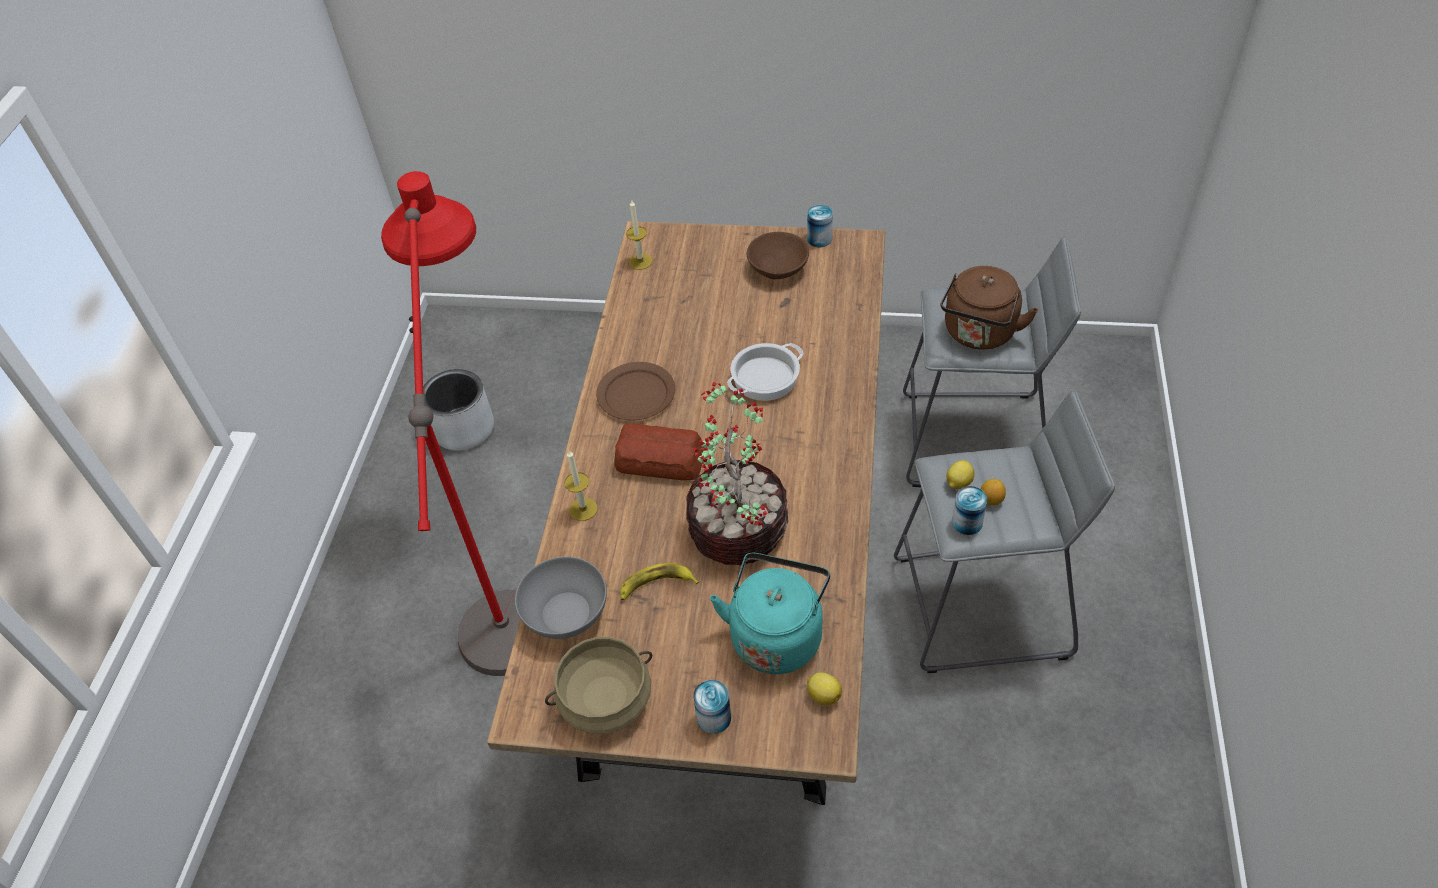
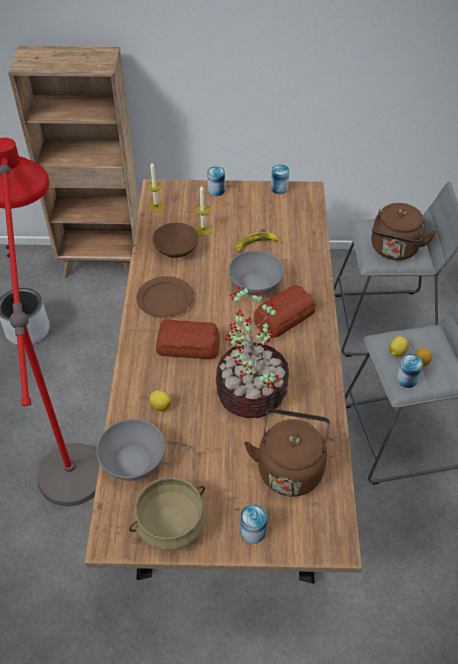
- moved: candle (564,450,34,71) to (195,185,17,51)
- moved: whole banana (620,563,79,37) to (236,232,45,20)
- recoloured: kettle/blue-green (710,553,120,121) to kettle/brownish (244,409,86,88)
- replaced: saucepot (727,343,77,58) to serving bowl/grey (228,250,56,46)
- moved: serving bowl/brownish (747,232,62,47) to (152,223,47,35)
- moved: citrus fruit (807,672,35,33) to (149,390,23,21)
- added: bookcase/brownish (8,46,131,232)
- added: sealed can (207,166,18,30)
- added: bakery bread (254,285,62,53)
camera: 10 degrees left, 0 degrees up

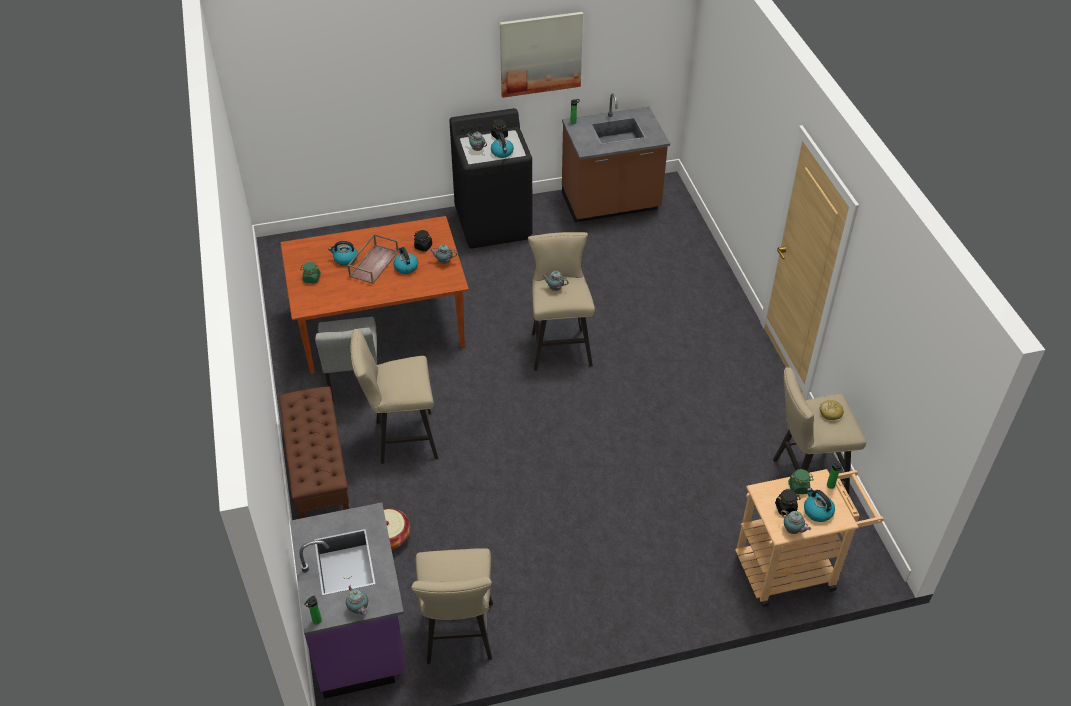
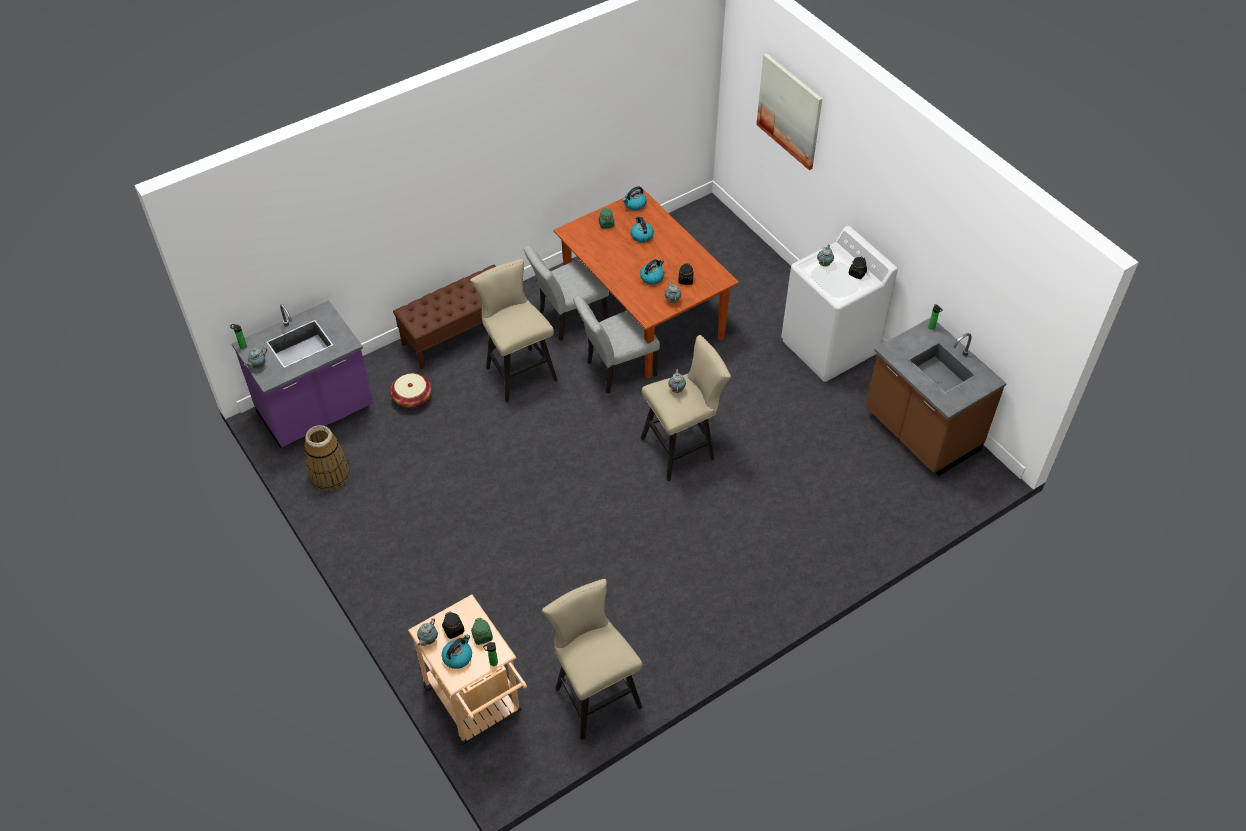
- removed: tray/brownish (347,234,52,50)
- replaced: sitting stool/sand-coloured (411,548,82,116) to basket (304,425,46,66)
- recoloured: washing machine/blackish (449,108,83,141) to washing machine/whitish (781,226,117,156)
- moved: kettle (491,133,23,25) to (623,186,24,25)
- moved: wall picture (500,12,83,86) to (756,53,66,117)
- removed: bakery bread (819,400,25,20)
- added: upright chair/grey (573,296,87,98)
camera: 70 degrees right, 5 degrees up

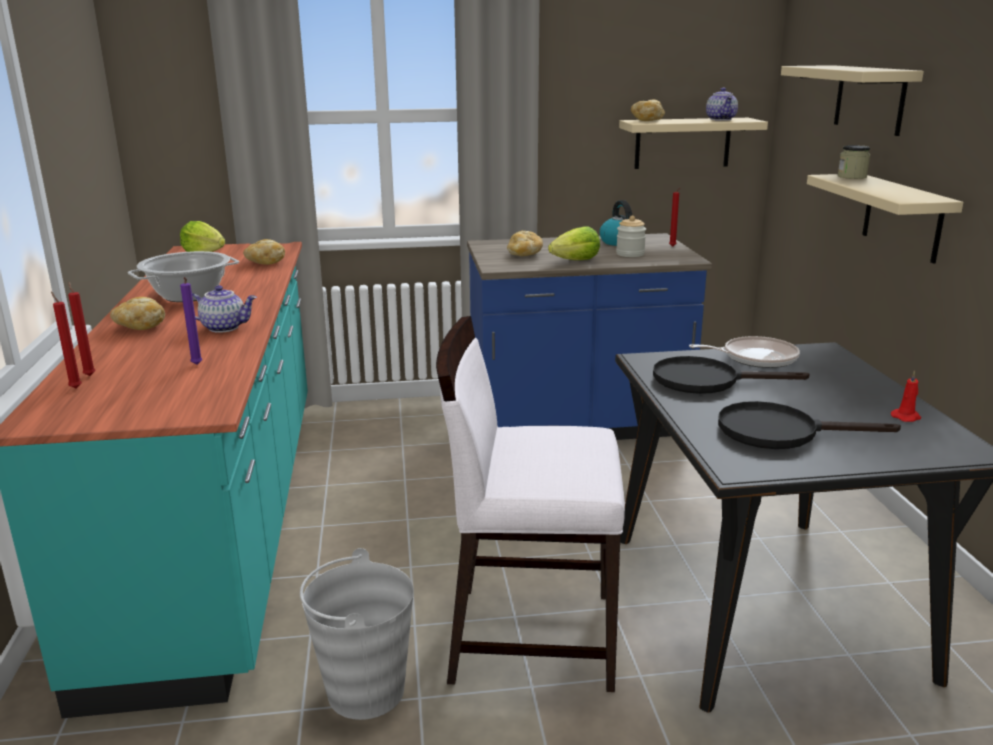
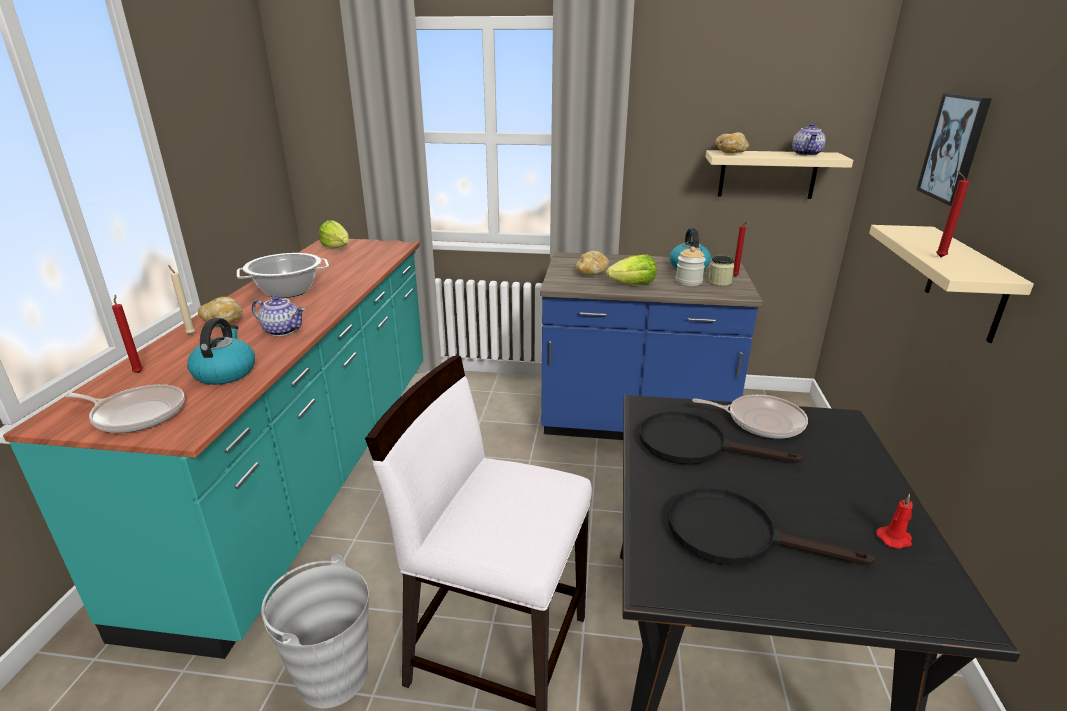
- moved: candle/reddish (51,291,31,98) to (936,171,33,86)
- replaced: candle/purplish (180,277,23,88) to kettle (187,318,68,67)
- removed: bakery bread (243,239,42,26)
- replaced: shelf/sand-coloured (781,65,143,71) to wall picture (916,93,76,113)
- moved: jar (838,145,32,34) to (708,256,27,30)
- added: frying pan (64,384,121,49)
- added: candle/sand-coloured (168,265,27,69)
camera: 15 degrees right, 5 degrees up

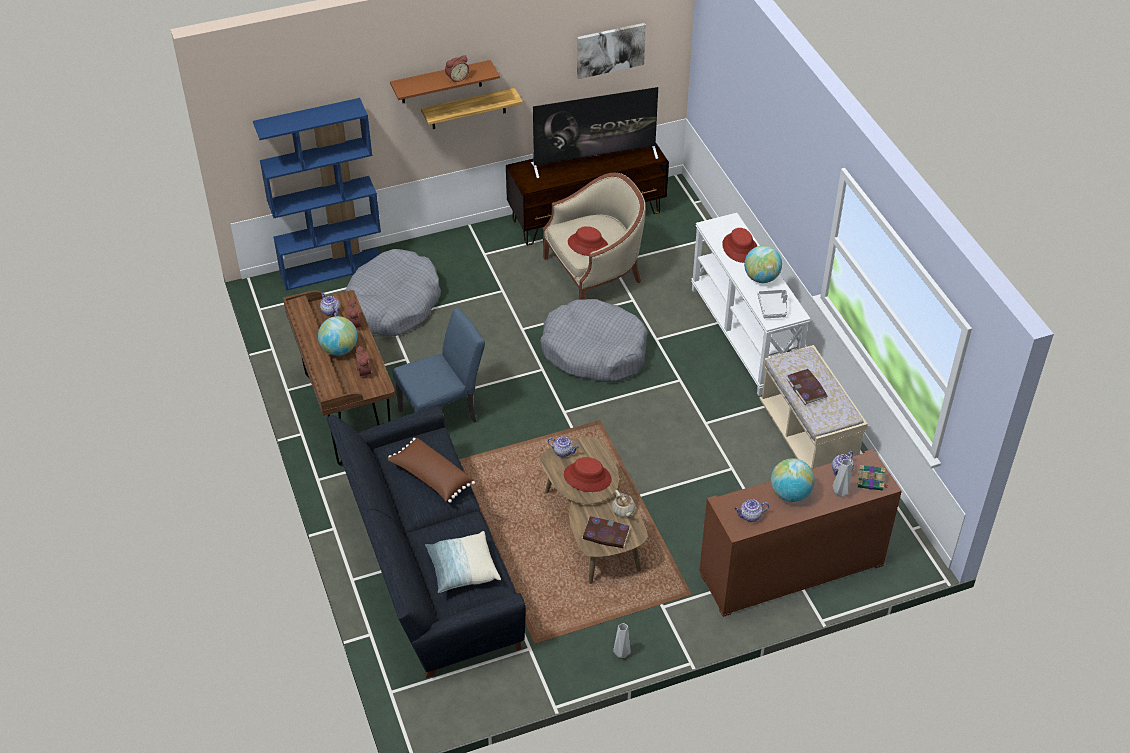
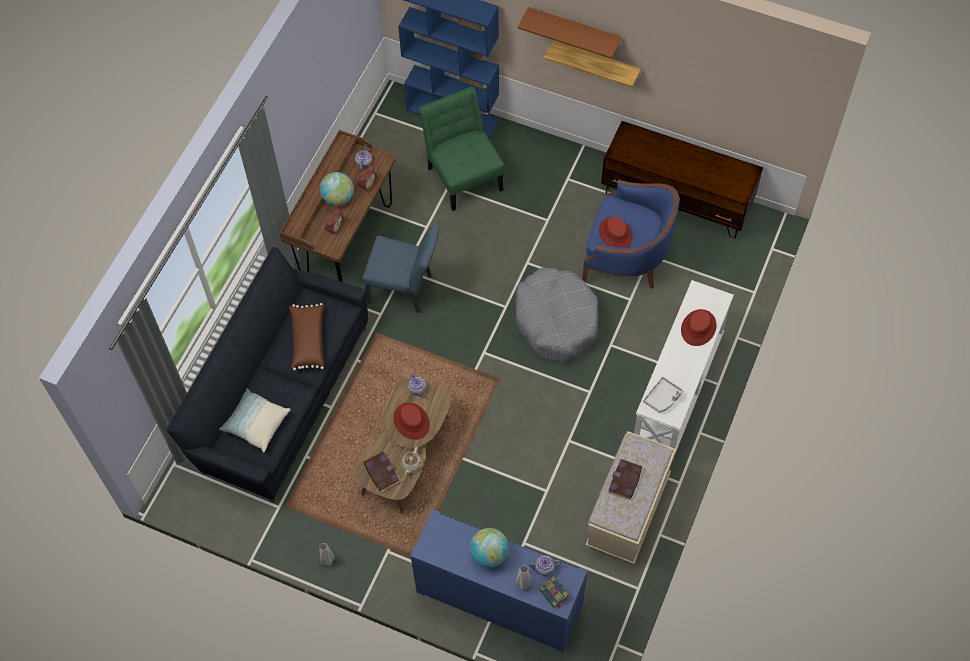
- replaced: dog cushion/grey (345,249,96,87) to upright chair/greenish (419,87,85,124)
- removed: alarm clock (445,55,24,27)
- removed: TV set (531,87,127,91)
- recoloured: armchair/sand-coloured (543,173,102,127) to armchair/blue (582,180,97,109)
- removed: wall picture (577,23,69,56)
- recoloured: cabinet/brownish (699,449,203,168) to cabinet/blue (411,509,176,144)
- removed: pot for tea (734,499,35,23)
- removed: desk globe (744,246,38,37)
camera: 45 degrees right, 15 degrees up

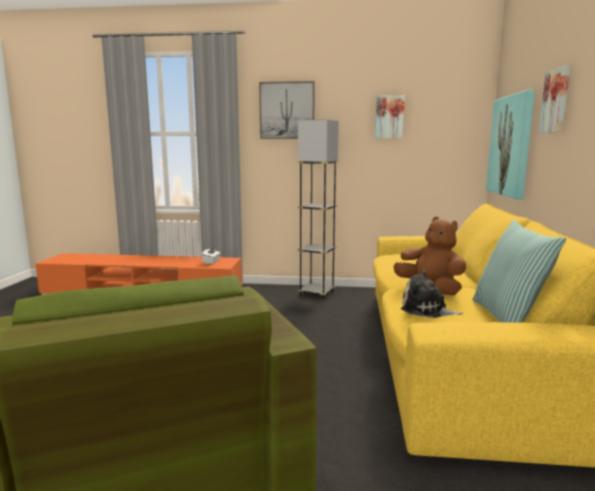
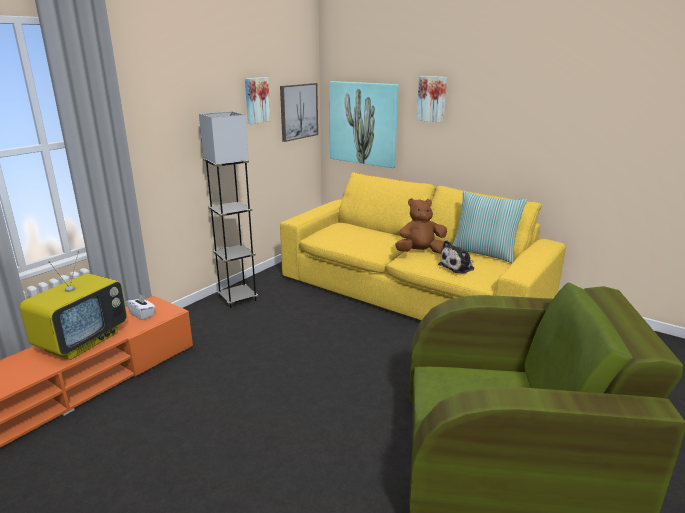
- moved: wall picture (259,81,56,58) to (280,83,38,59)
- added: TV set (19,251,108,109)
camera: 60 degrees left, 10 degrees up

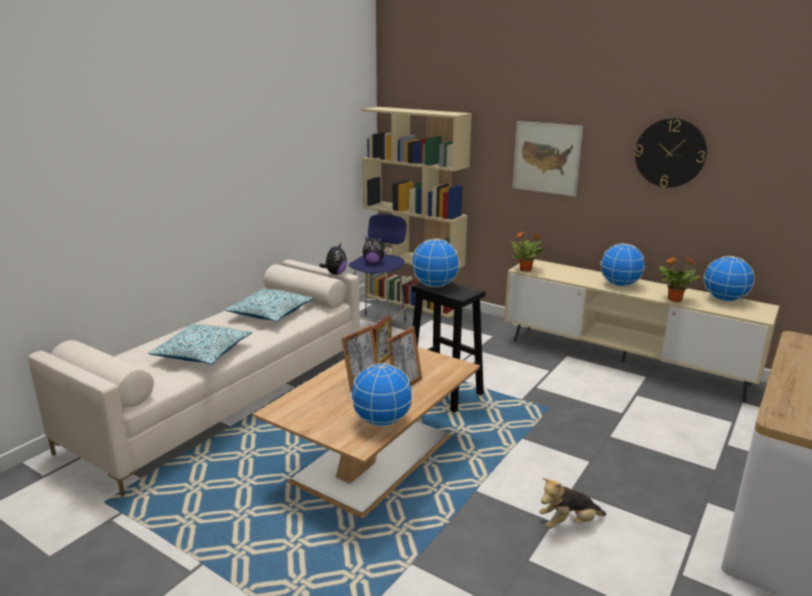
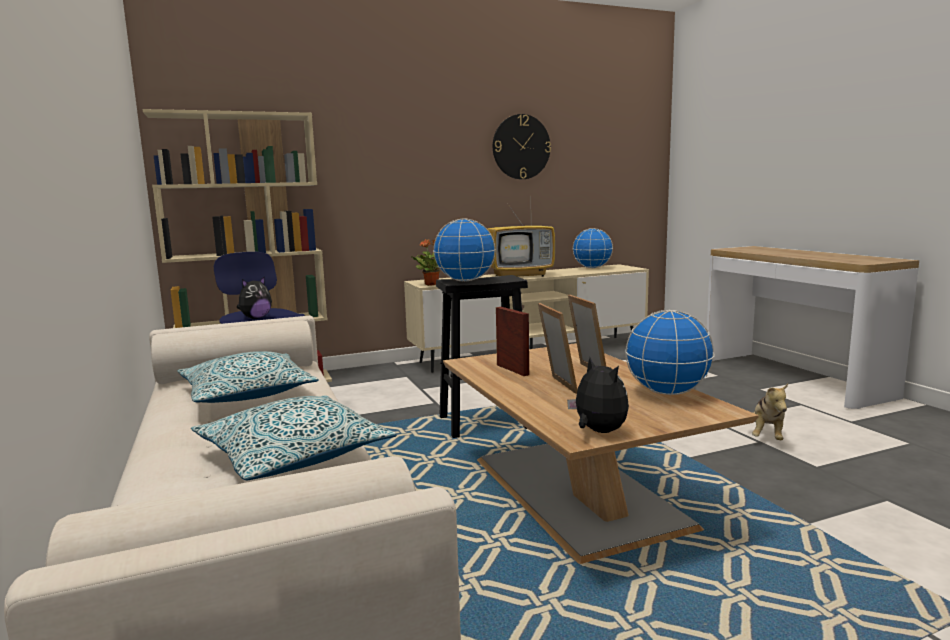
- moved: soft toy (319,243,28,32) to (567,357,62,76)
- removed: wall picture (512,121,71,76)
- replaced: desk globe (600,243,46,44) to TV set (488,200,67,77)
- removed: potted plant (658,256,43,46)
camera: 55 degrees left, 10 degrees down

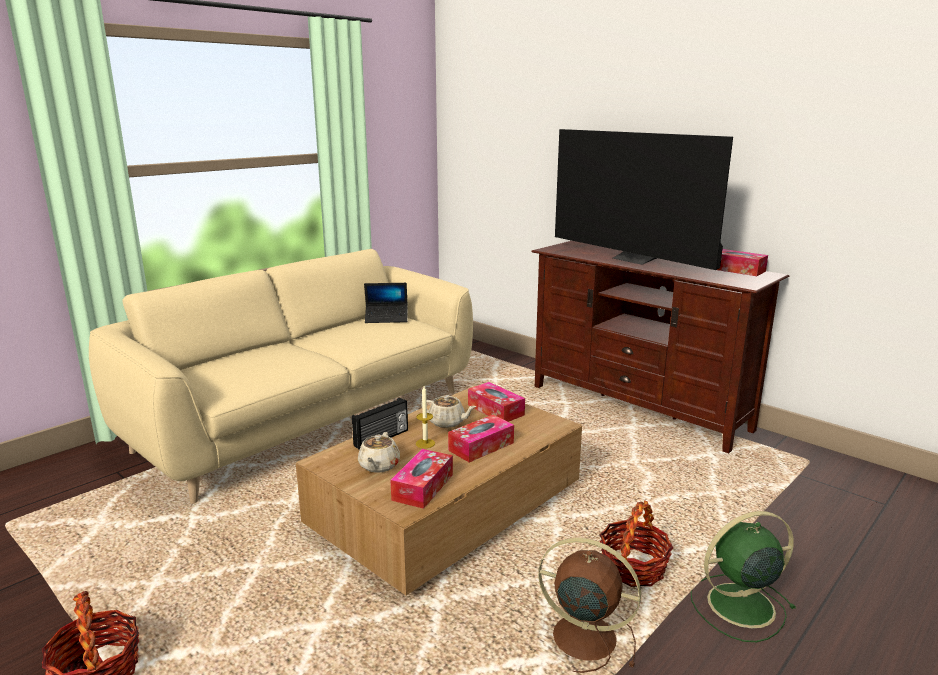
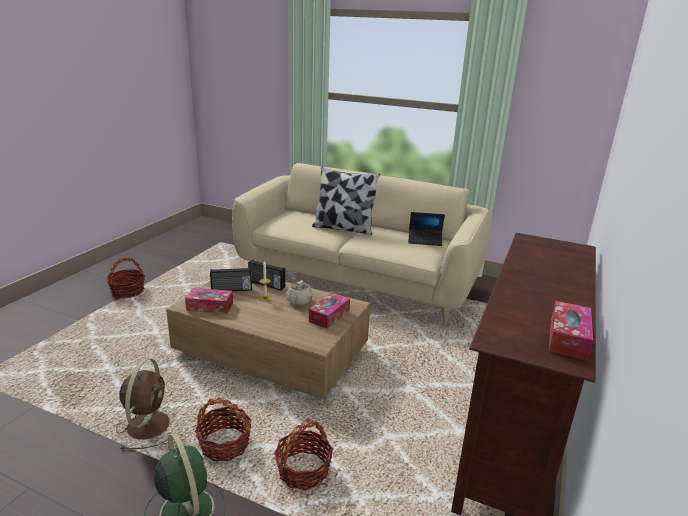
- replaced: pot for tea/sand-coloured (358,432,42,41) to radio receiver (210,267,42,24)
- turned: portable computer (364,283,44,40) = (408,212,37,34) 60 degrees counterclockwise
- removed: box of tissues (448,415,66,47)
- removed: TV set (555,129,178,141)
- added: basket (274,420,59,70)
- added: cushion (312,167,68,68)
camera: 70 degrees right, 5 degrees up

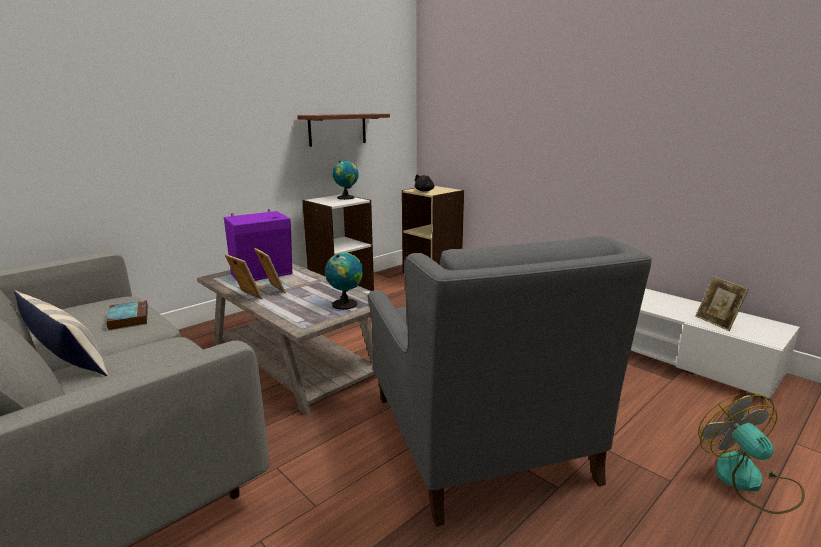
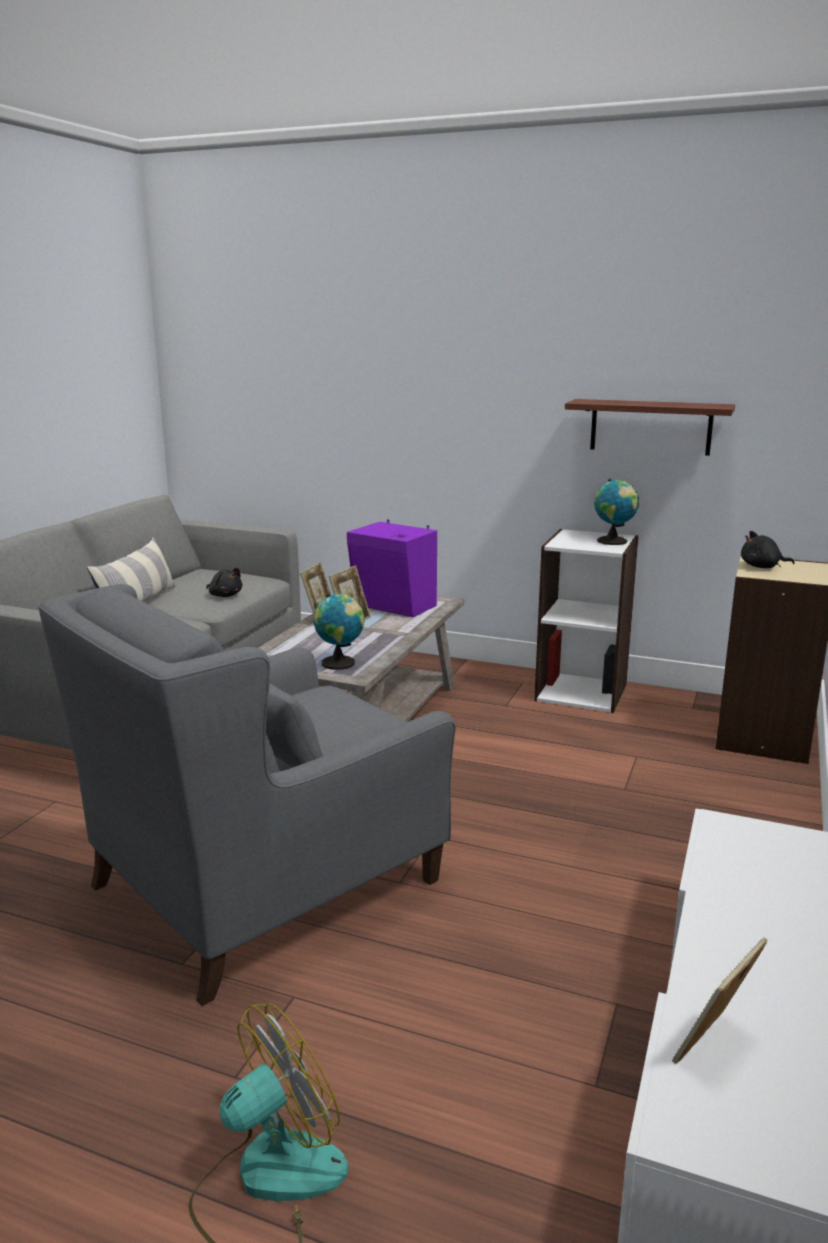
- replaced: book (106,300,42,31) to soft toy/blackish (206,568,37,29)
camera: 65 degrees right, 0 degrees up

